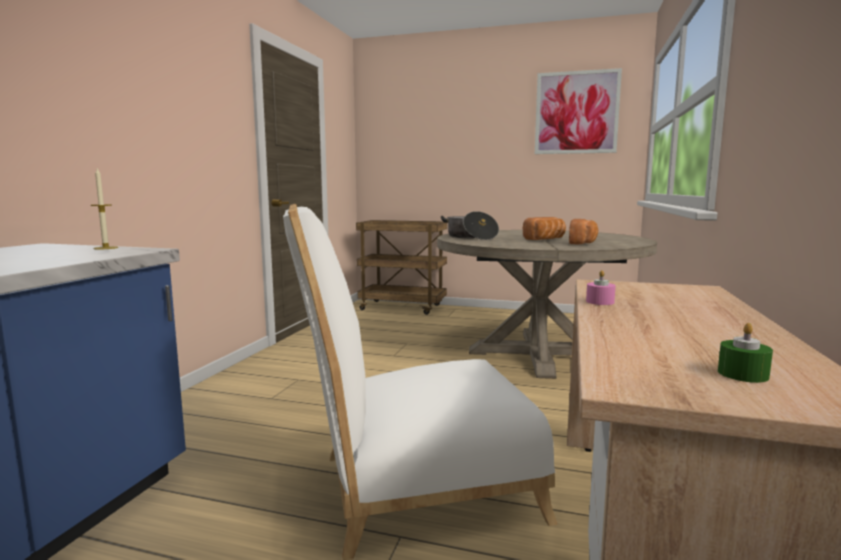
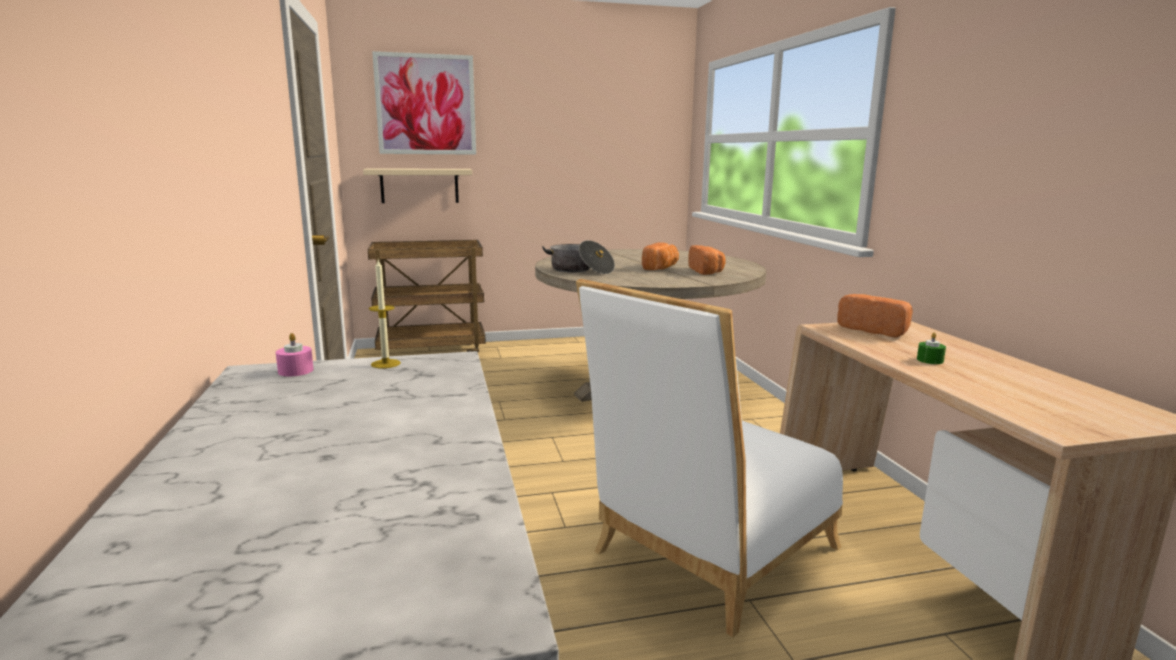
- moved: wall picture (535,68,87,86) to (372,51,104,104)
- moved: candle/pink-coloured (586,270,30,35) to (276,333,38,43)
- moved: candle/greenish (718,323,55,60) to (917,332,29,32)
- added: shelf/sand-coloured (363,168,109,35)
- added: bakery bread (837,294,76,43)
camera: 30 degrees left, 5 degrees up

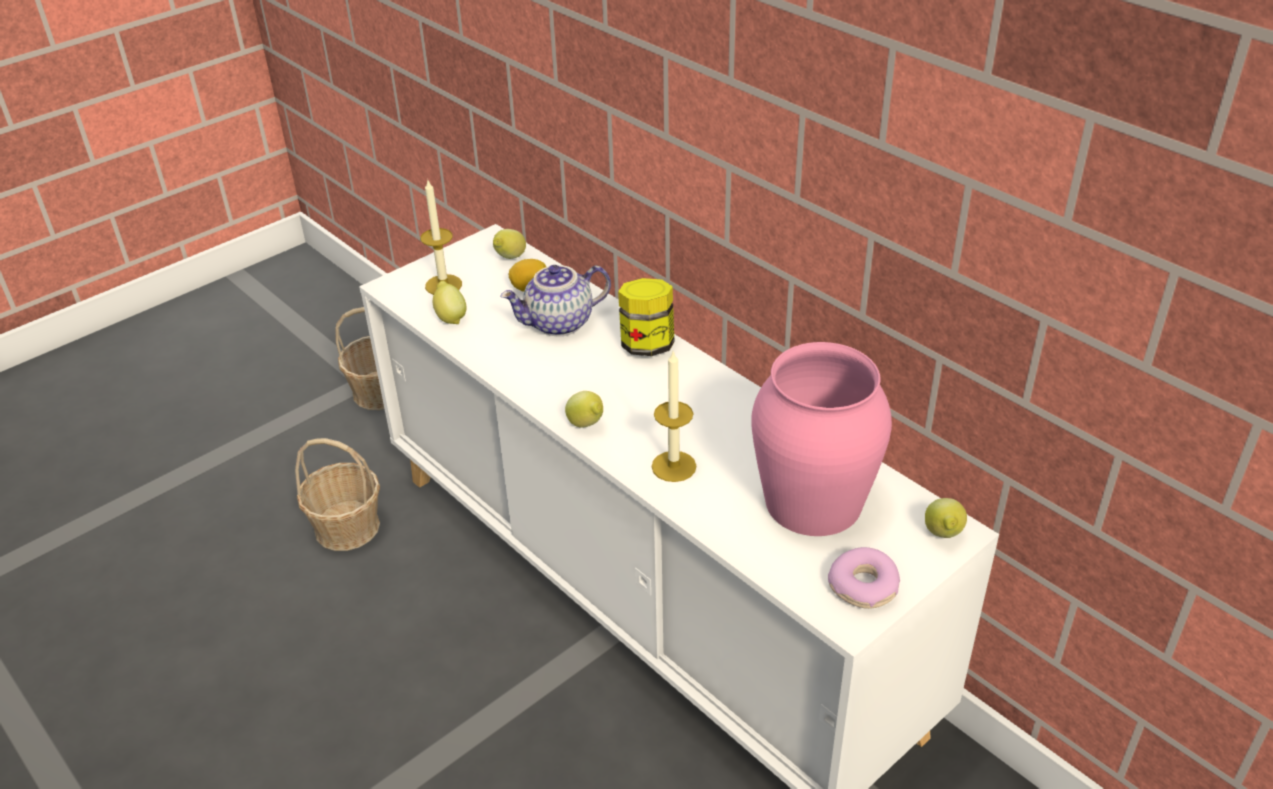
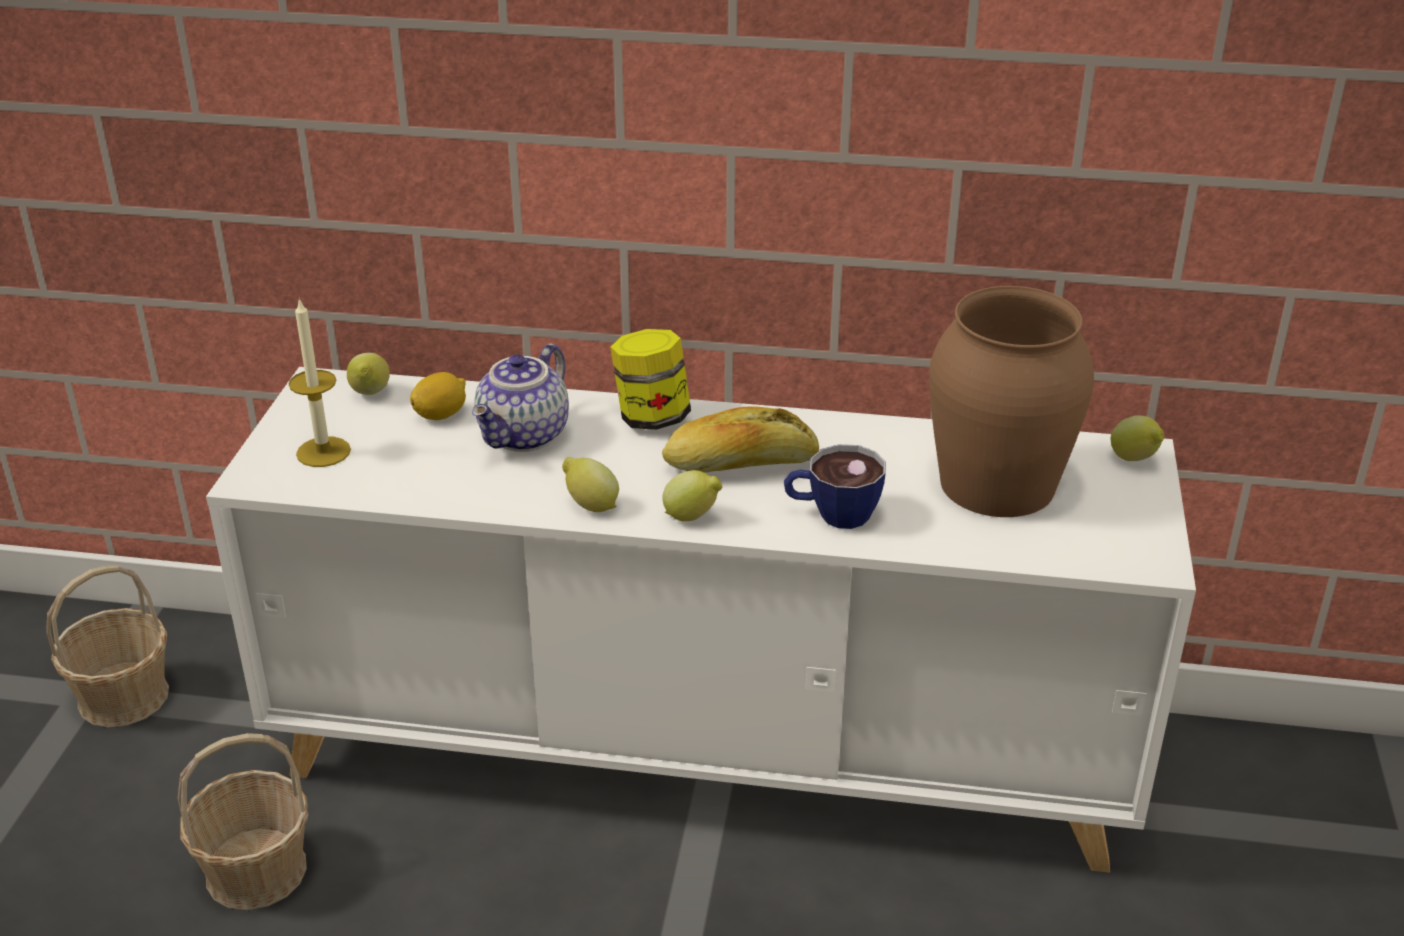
- moved: citrus fruit (433,281,33,43) to (562,457,57,55)
- replaced: candle (651,352,46,130) to small cup (784,444,102,85)
- recoloured: decorative vase/pink-coloured (752,342,140,194) to decorative vase/brownish (929,286,165,231)
- removed: doughnut (828,547,72,62)
- added: bakery bread (662,406,157,67)
camera: 40 degrees left, 5 degrees down

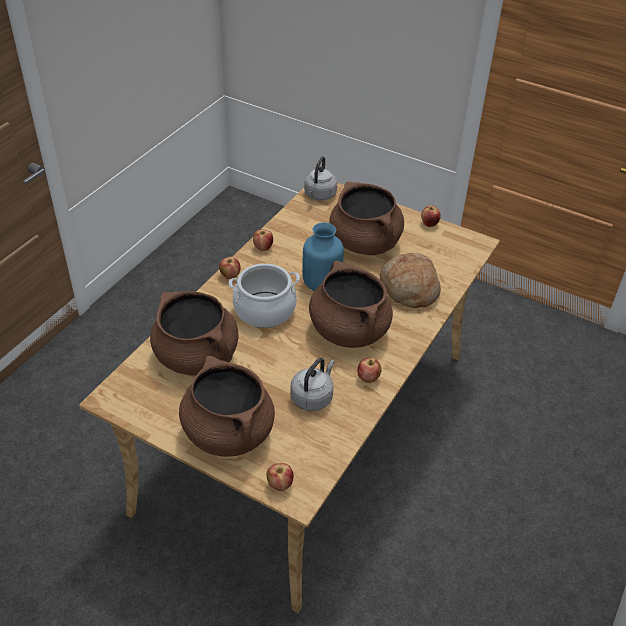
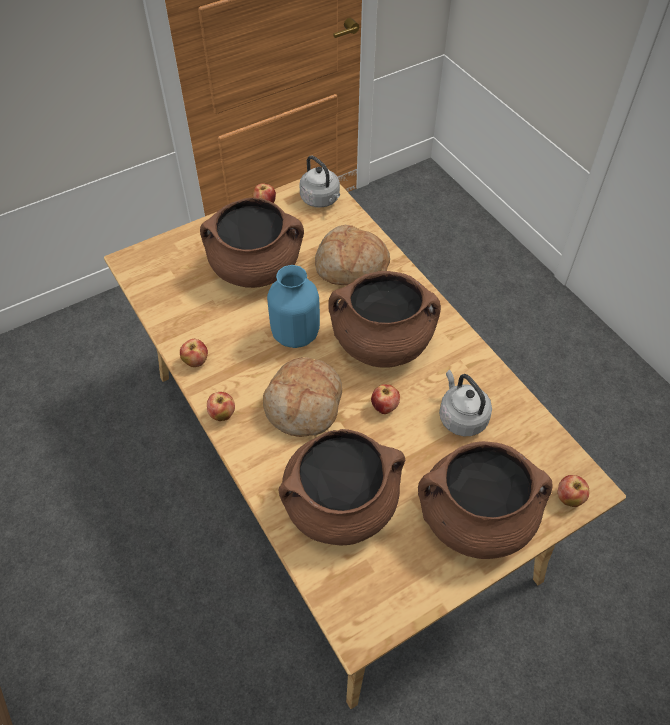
- replaced: saucepot (229,263,71,65) to bakery bread (263,357,79,80)
- moved: kettle/grey (304,156,33,45) to (299,156,41,51)
- moved: apple fruit (357,358,25,25) to (371,384,29,30)
camera: 60 degrees left, 10 degrees up

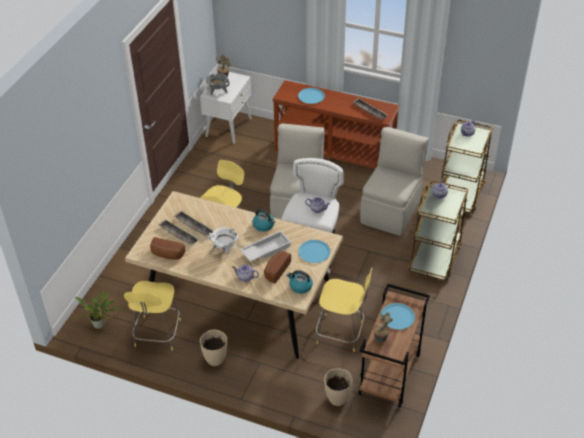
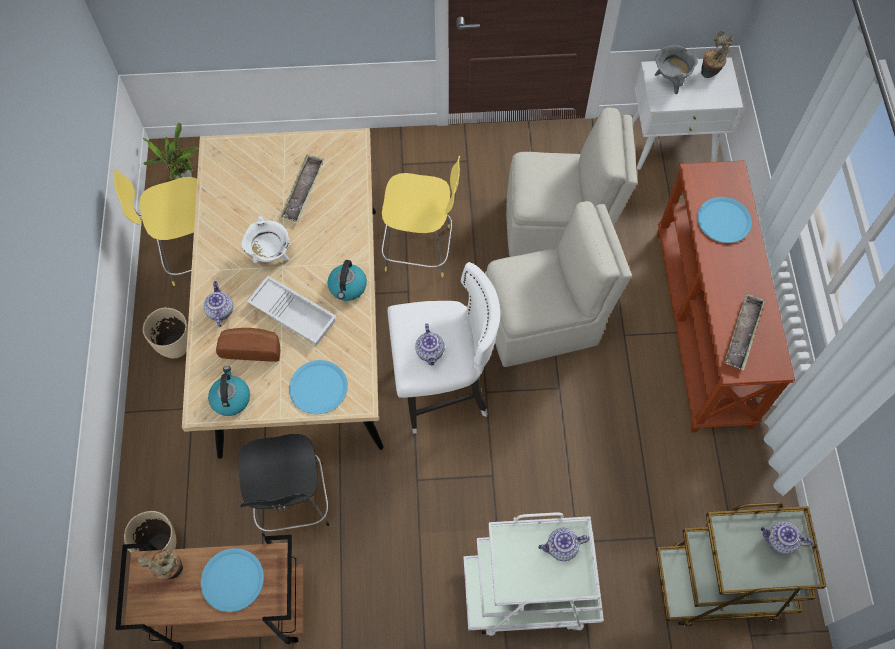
- removed: bakery bread (150,237,35,23)
- removed: tray (158,219,40,26)
- recoloured: sitting stool/yellow-coloured (316,268,56,84) to sitting stool/blackish (238,434,91,103)
- moved: upright chair/sand-coloured (360,127,69,109) to (506,108,132,149)
- recoloured: wheeled cart/brownish (408,180,60,101) to wheeled cart/whitish (464,512,140,124)
camera: 65 degrees right, 20 degrees up

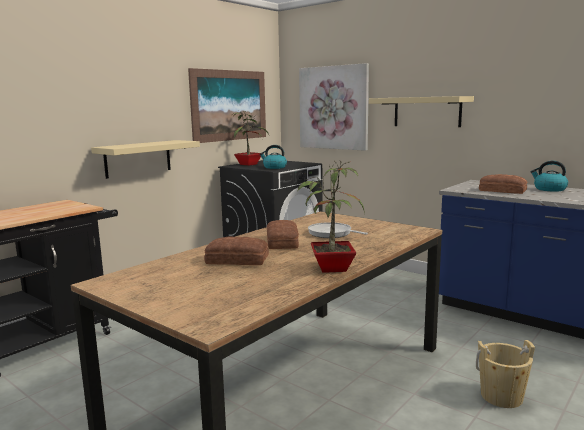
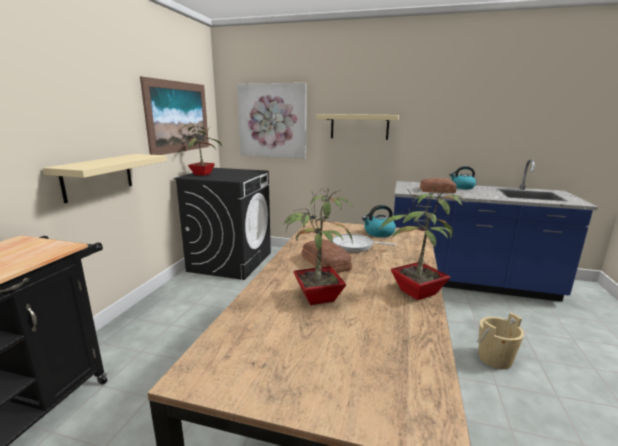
- replaced: bakery bread (204,236,65,29) to potted plant (284,189,69,116)
- moved: kettle (259,145,28,24) to (362,205,34,32)
camera: 25 degrees left, 5 degrees up

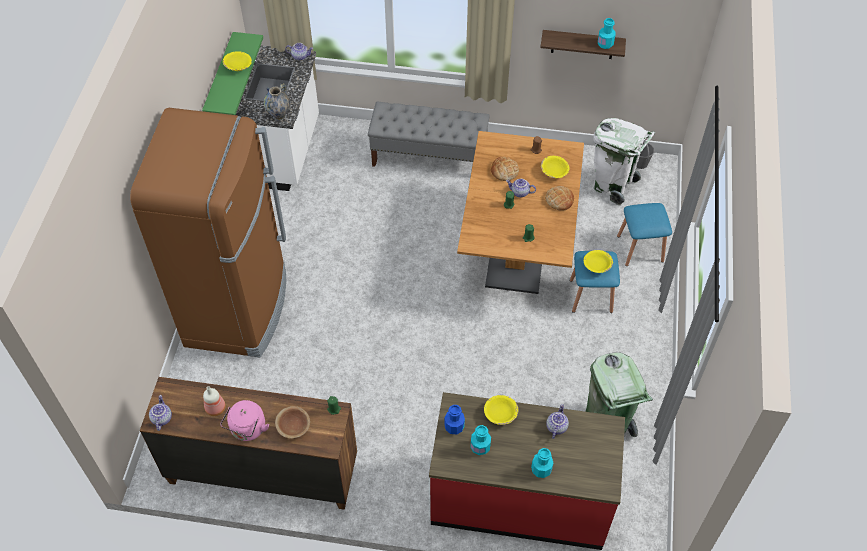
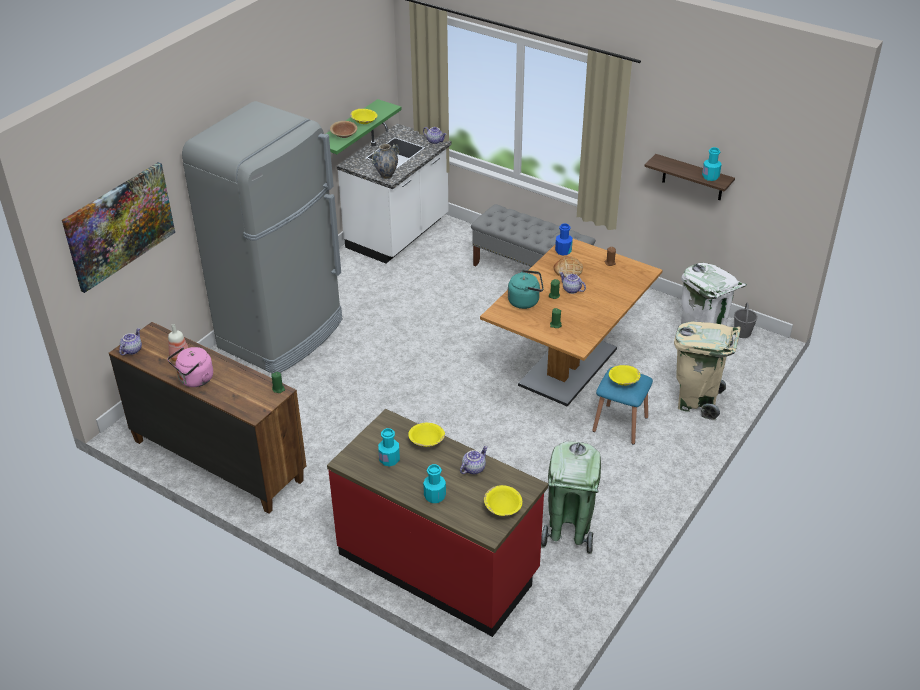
- recoloured: kitchen fridge/brownish (130,108,156,249) to kitchen fridge/grey (182,101,160,272)
- moved: serving bowl/brownish (275,406,35,33) to (330,121,27,17)
- moved: bottle/blue (444,405,21,29) to (555,223,18,33)
- moved: serving bowl/yellow-coloured (541,156,28,22) to (484,485,38,31)
- removed: bakery bread (545,186,29,25)
- replaced: sitting stool/blue (617,203,55,63) to rubbish bin/sand-coloured (674,322,67,98)
- added: wall picture (62,162,113,131)
- added: kettle/blue-green (508,270,36,39)
camera: 25 degrees right, 15 degrees down

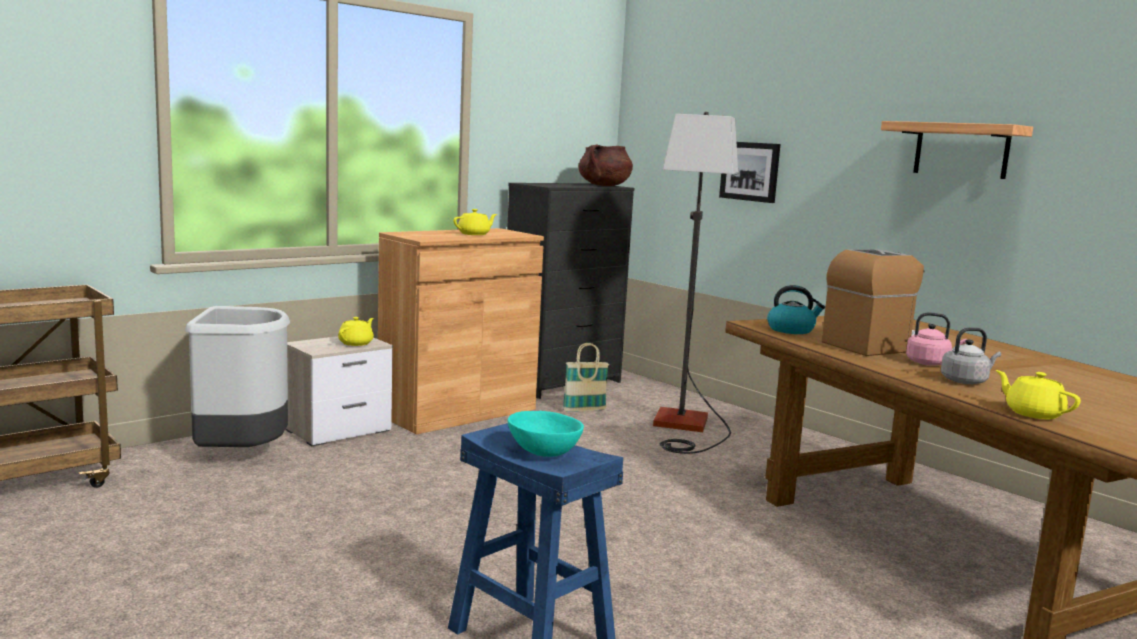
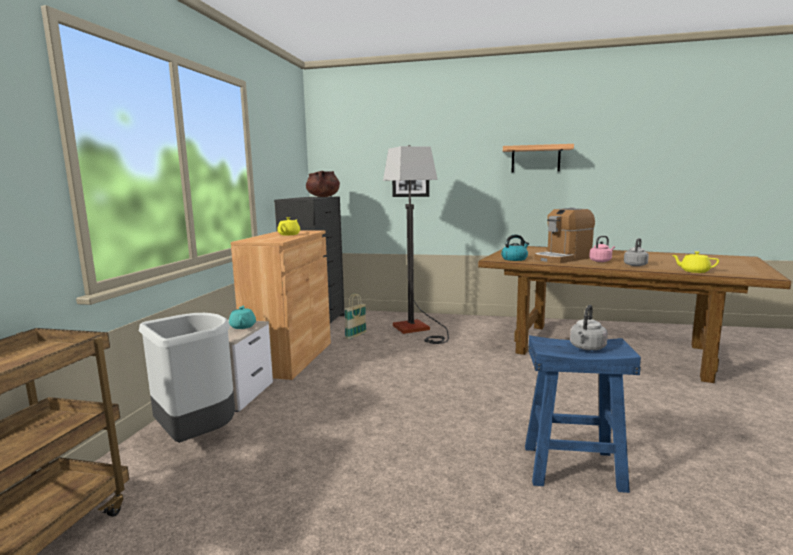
- recoloured: pot for tea/yellow-coloured (338,317,36,29) to pot for tea/blue-green (229,306,27,23)
- replaced: serving bowl/blue-green (507,411,77,46) to kettle/grey (570,305,38,45)
- turned: coffee brewer (822,249,103,107) = (534,207,61,56) 150 degrees counterclockwise
camera: 35 degrees left, 0 degrees up

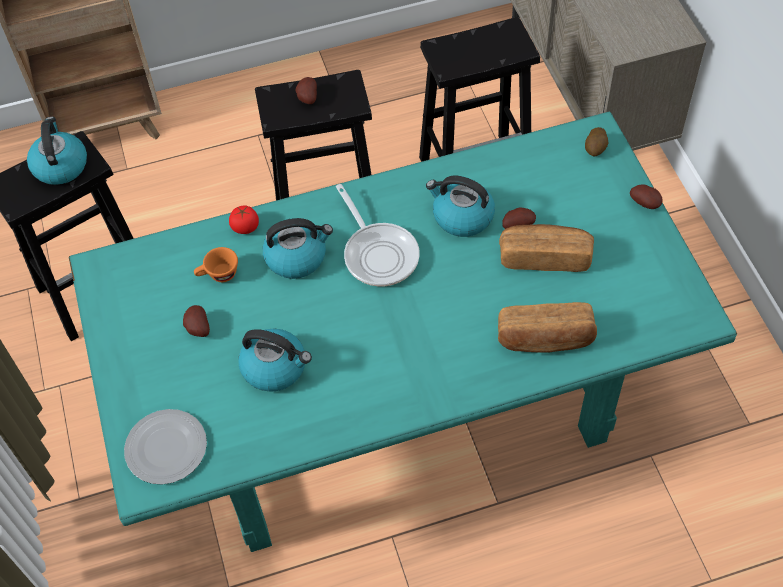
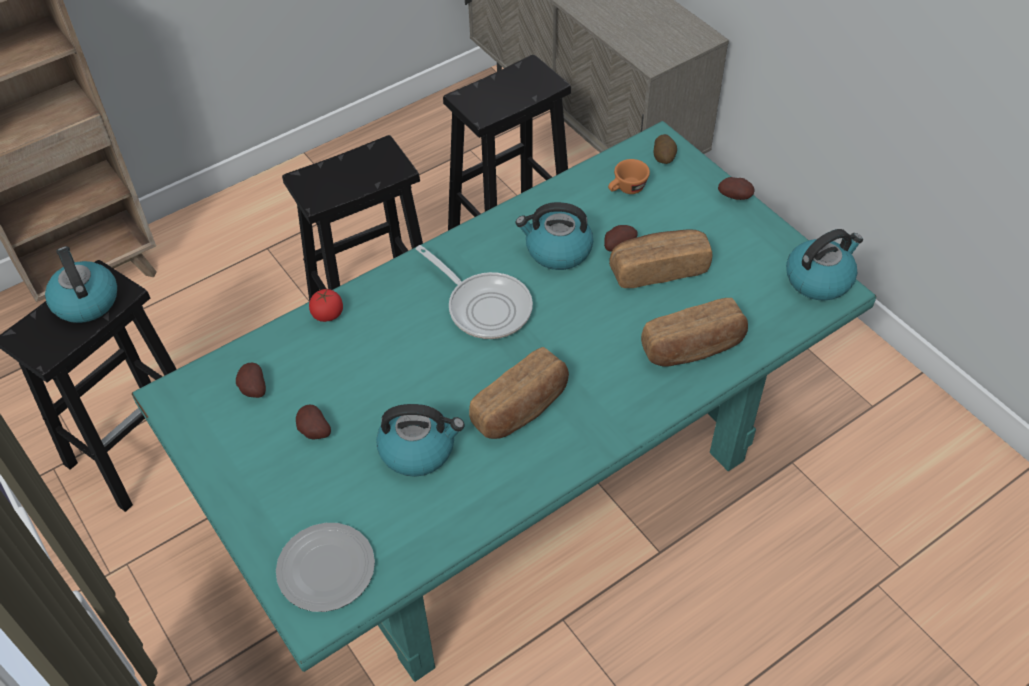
- moved: small cup/orange (194,247,44,35) to (608,159,42,35)
- moved: kettle (263,218,70,61) to (786,229,77,72)
- moved: whole potato (296,77,21,27) to (236,363,30,35)
- added: bakery bread (469,347,100,92)
camera: 20 degrees left, 5 degrees down

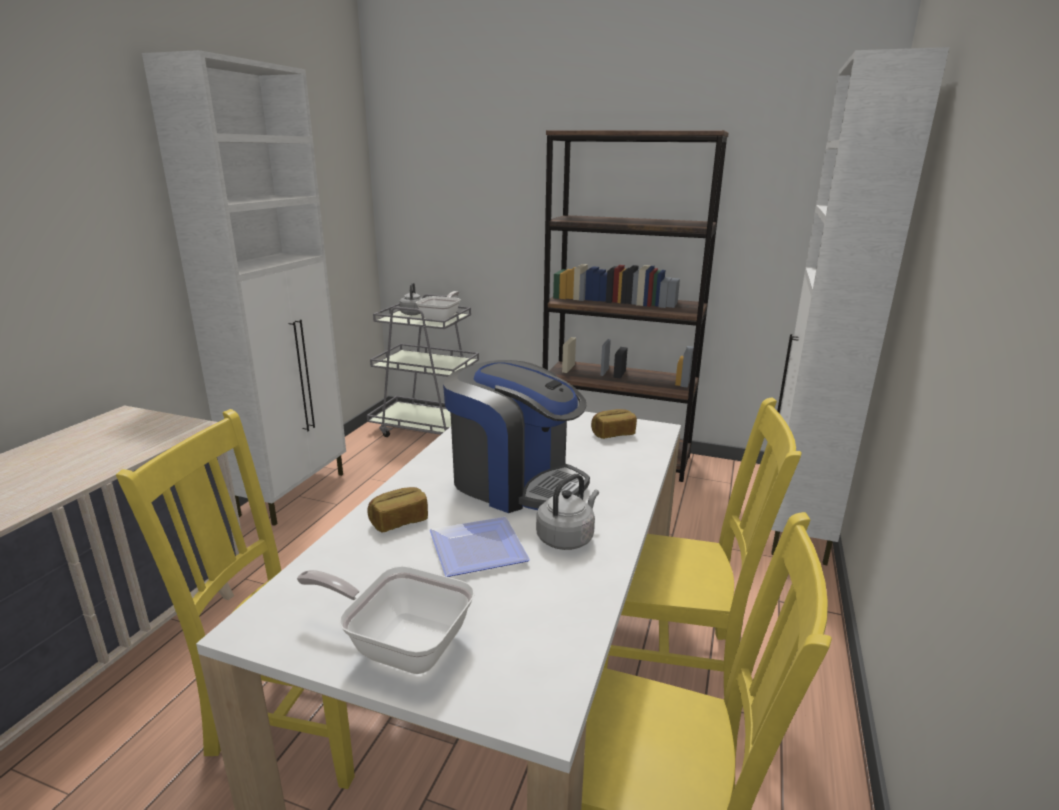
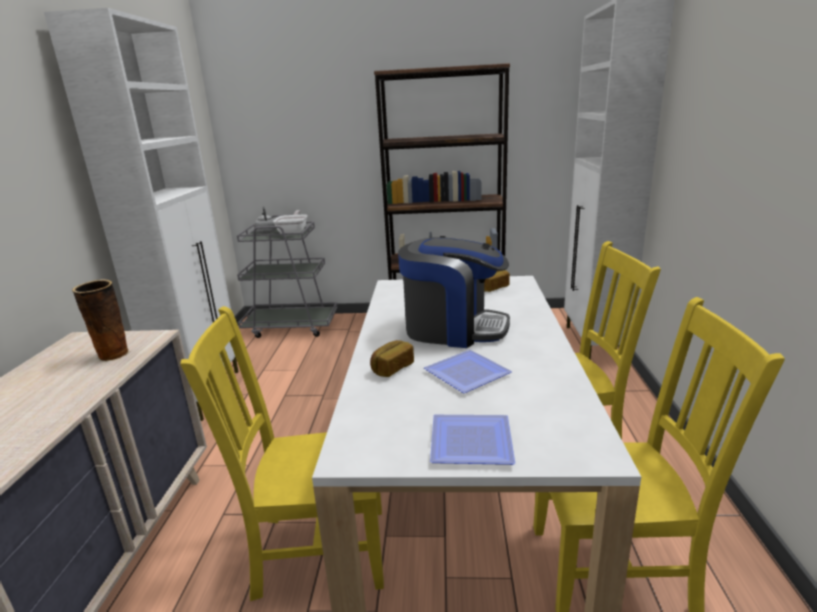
- replaced: frying pan (297,566,178,108) to dinner plate (430,414,85,51)
- removed: kettle/grey (536,474,63,76)
- added: decorative vase (72,279,58,83)
camera: 15 degrees left, 0 degrees up

